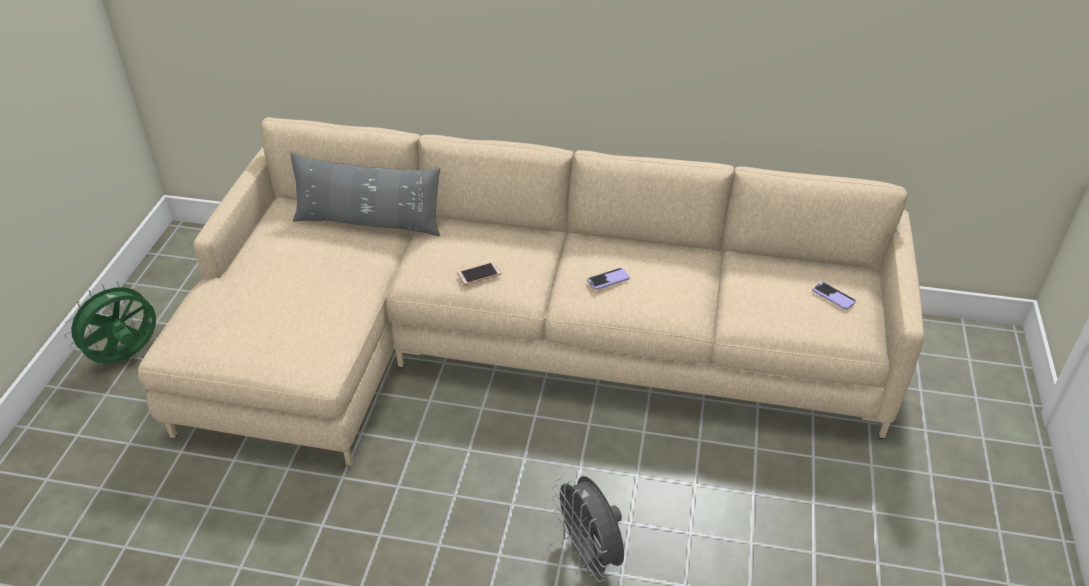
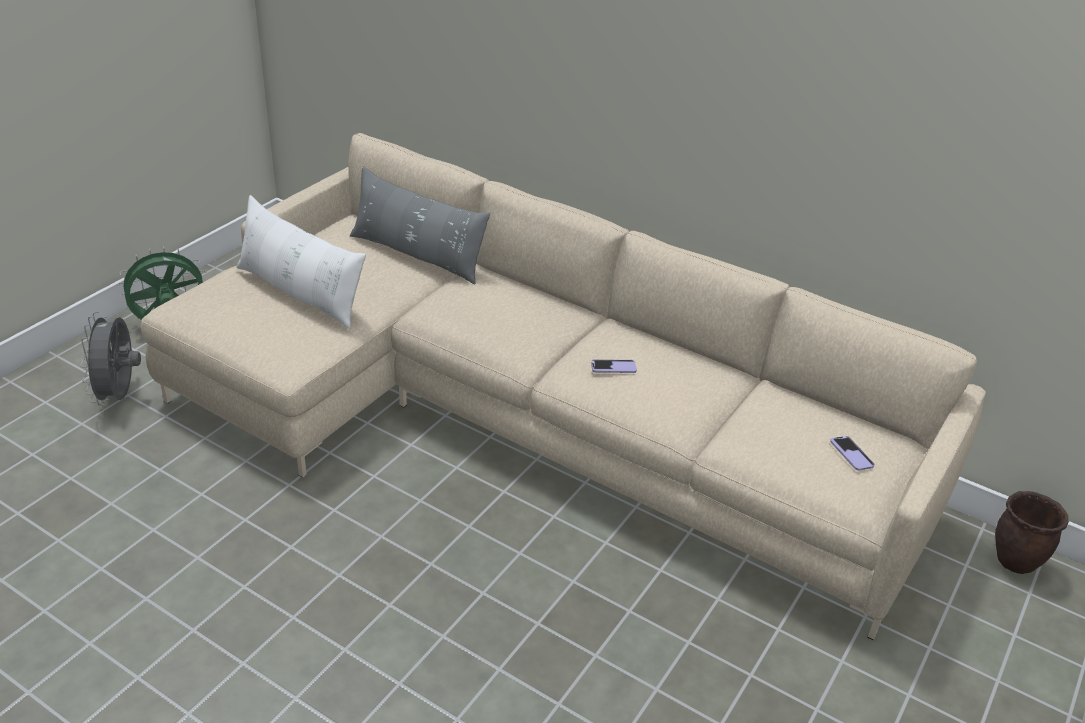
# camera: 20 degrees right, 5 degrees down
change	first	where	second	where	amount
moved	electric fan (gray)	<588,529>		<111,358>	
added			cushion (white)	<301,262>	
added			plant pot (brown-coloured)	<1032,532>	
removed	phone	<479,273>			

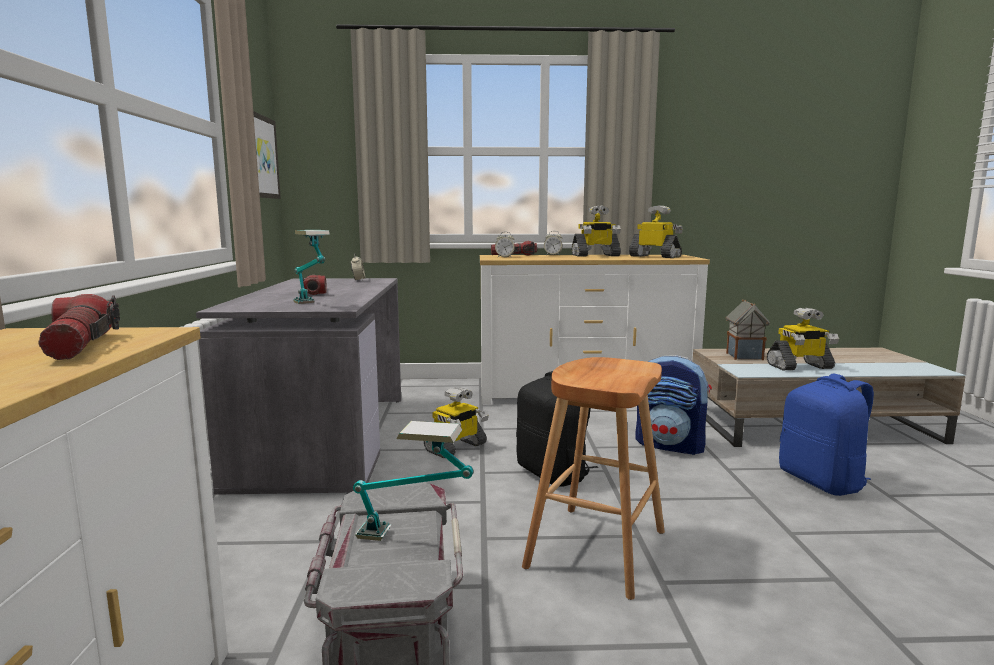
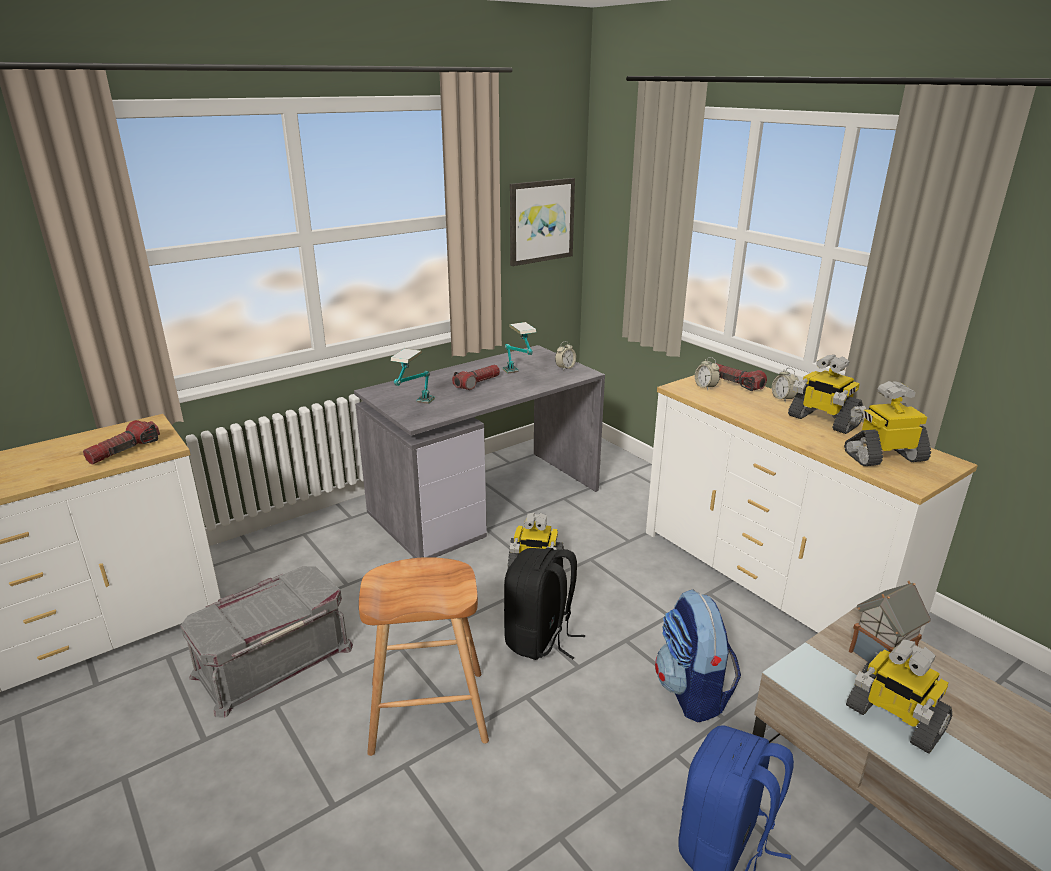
# camera: 55 degrees right, 15 degrees up
change	first	where	second	where	amount
moved	table lamp	<413,481>		<520,348>	
turned	model robot	<656,232>		<887,423>	105 degrees counterclockwise

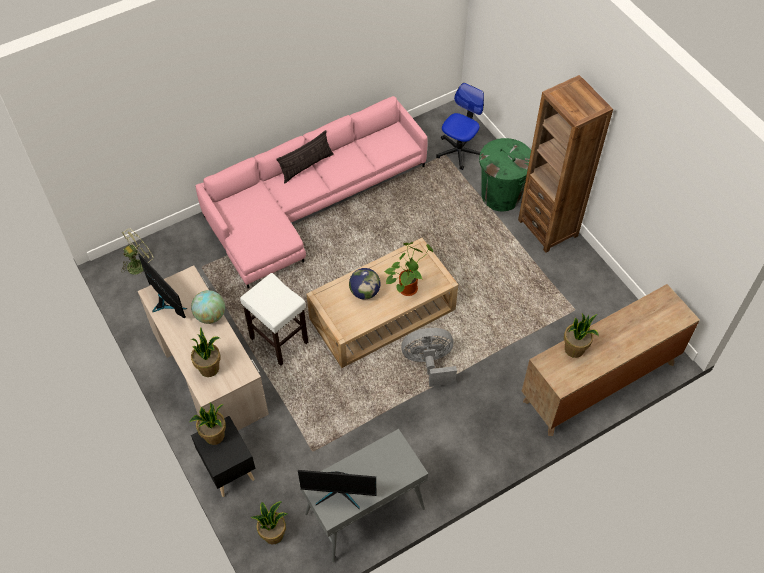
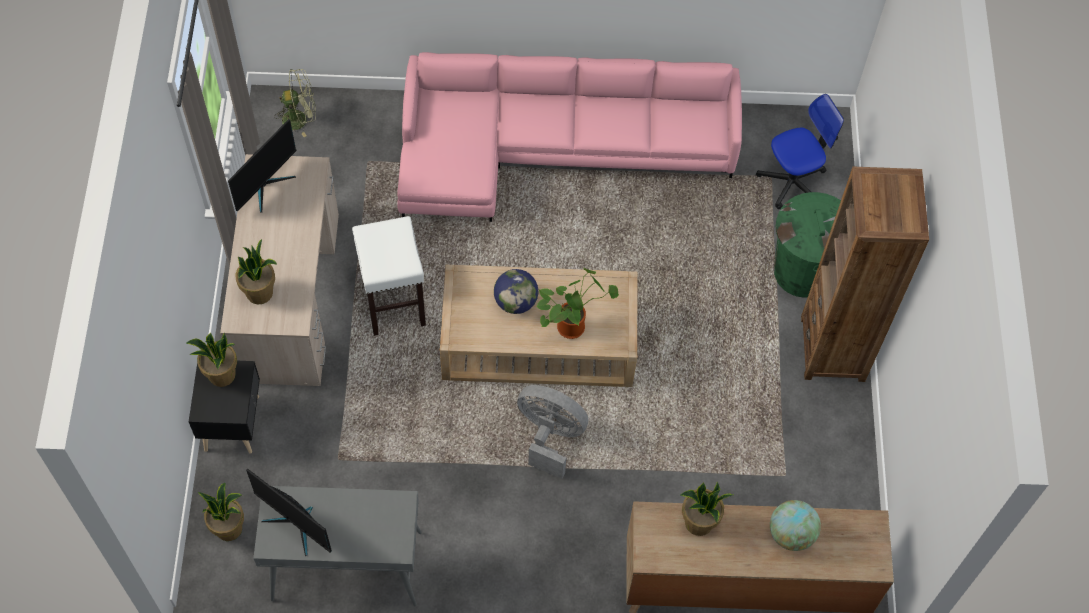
# camera: 30 degrees right, 5 degrees up
change	first	where	second	where	amount
turned	monitor	<162,285>		<262,166>	45 degrees clockwise
moved	desk globe	<208,307>		<795,525>	
removed	cushion	<305,157>			

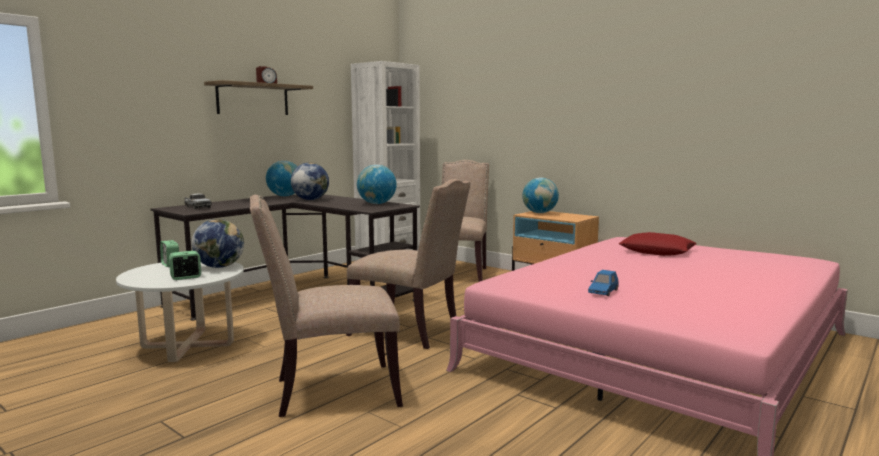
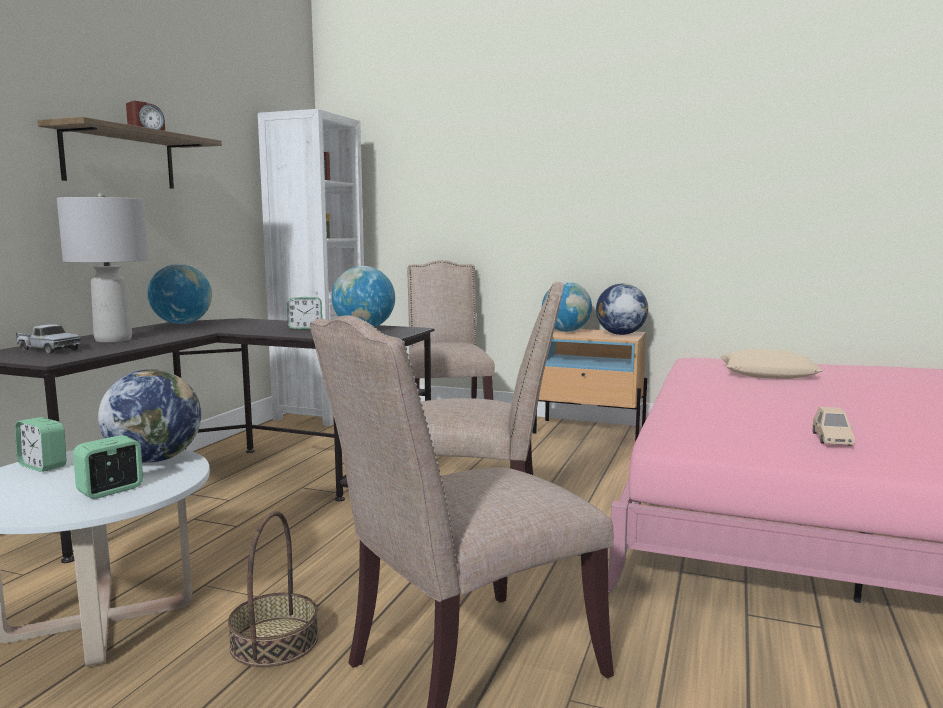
# camera: 20 degrees left, 0 degrees up
change	first	where	second	where	amount
added			table lamp (gray)	<103,267>	
added			household basket	<273,589>	
added			alarm clock	<304,313>	
moved	desk globe	<310,181>		<622,309>	
recoloured	cushion (reddish)	<658,244>	cushion (beige-coloured)	<772,364>	
recoloured	toy car (blue-coloured)	<603,283>	toy car (beige-coloured)	<833,426>	

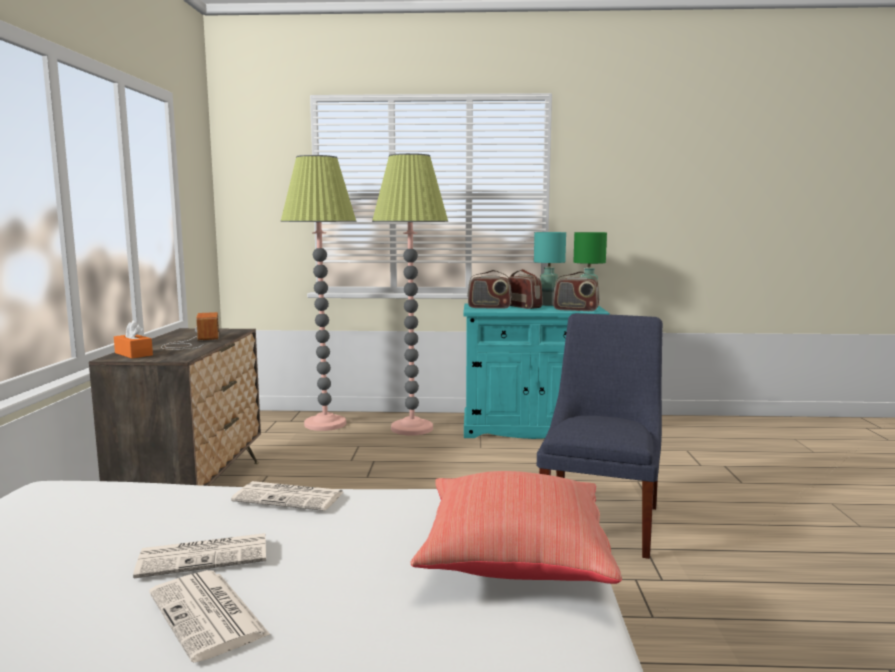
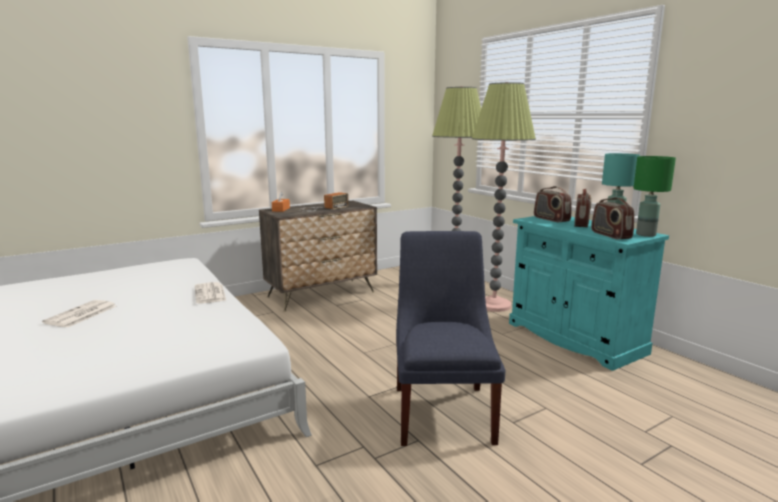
# camera: 55 degrees right, 5 degrees up
change	first	where	second	where	amount
turned	chair (blue-coloured)	<600,436>		<450,338>	75 degrees counterclockwise
removed	daily paper	<199,555>			
removed	cushion (reddish)	<516,527>			

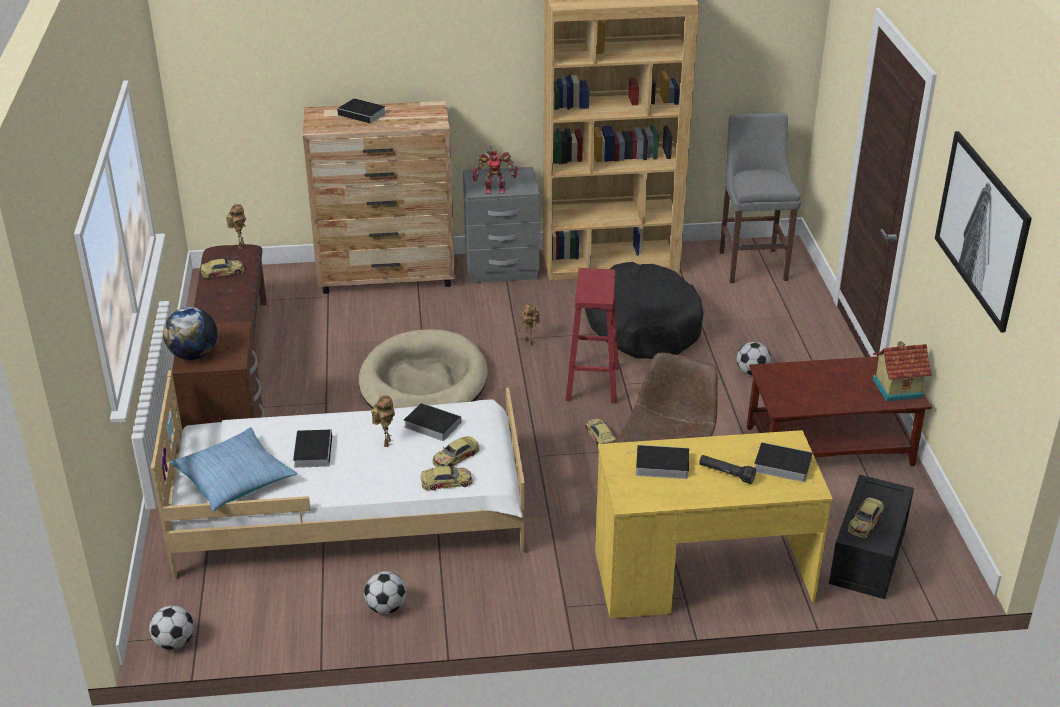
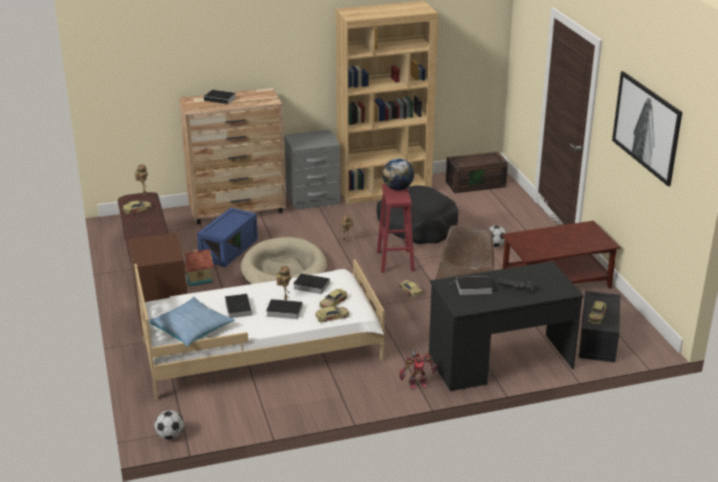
# camera: 10 degrees left, 5 degrees down
change	first	where	second	where	amount
moved	model house	<902,371>		<198,267>	
added			storage container (blue-coloured)	<227,237>	
moved	bound book	<782,462>		<284,309>	
moved	desk globe	<190,333>		<398,174>	
moved	model robot	<495,170>		<418,368>	
recoloured	desk unit (yellowish)	<714,524>	desk unit (black-coloured)	<506,326>	
replaced	stool (gray)	<760,198>	storage container (brown-coloured)	<477,172>	
removed	ball for football	<385,592>			

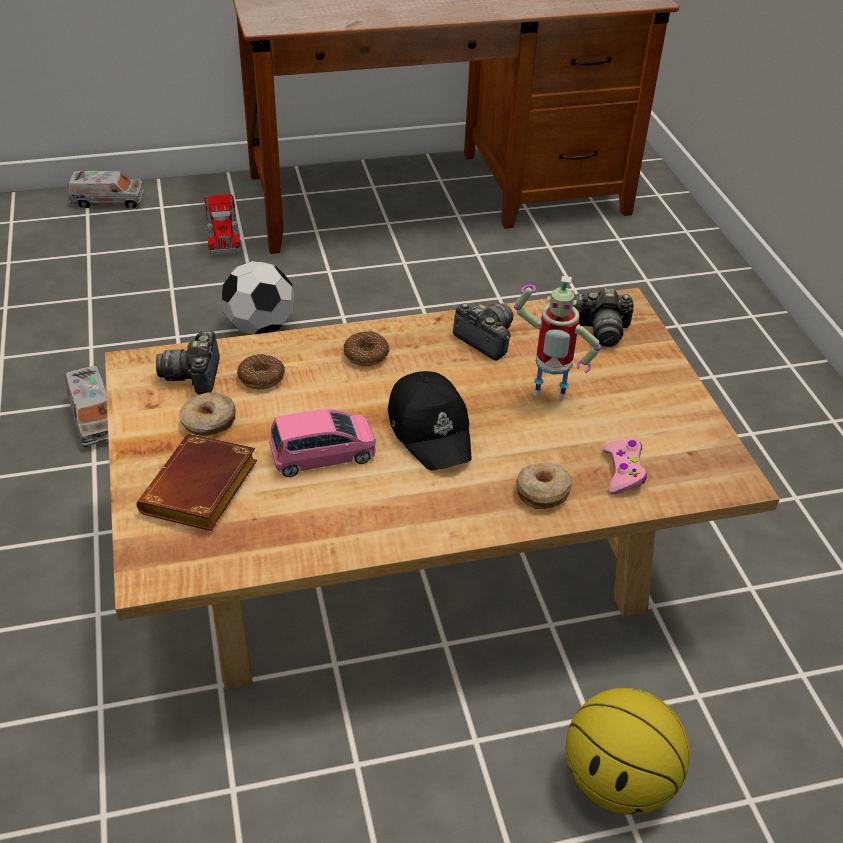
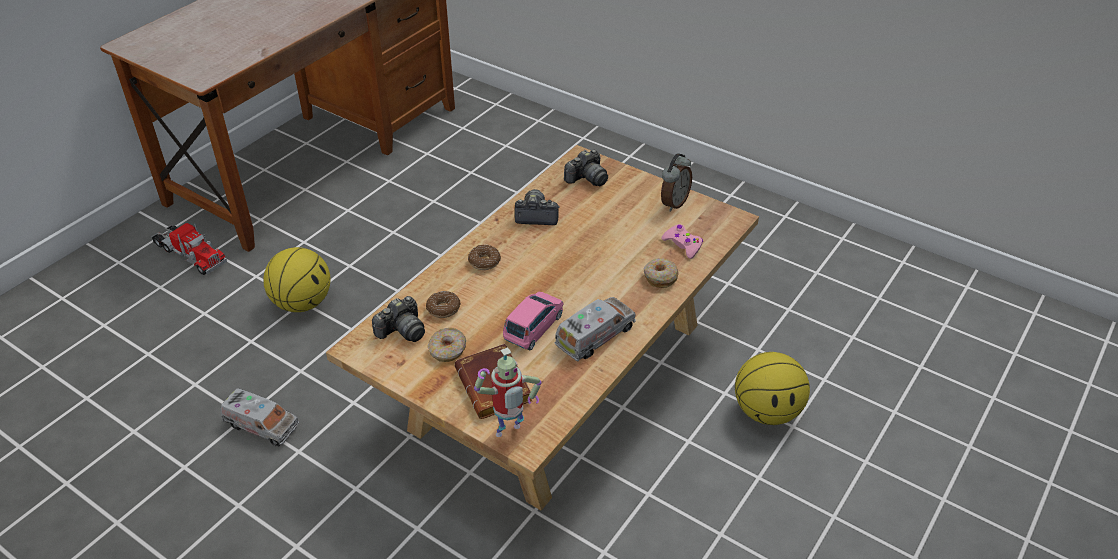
# camera: 40 degrees left, 0 degrees up
change	first	where	second	where	amount
replaced	ball for football	<258,297>	basketball ball	<297,279>	
turned	photo camera	<188,362>		<398,319>	90 degrees counterclockwise
moved	model robot	<557,338>		<508,392>	
moved	toy lorry	<105,190>		<595,329>	
added			alarm clock	<676,182>	
removed	baseball cap (black-coloured)	<430,420>			

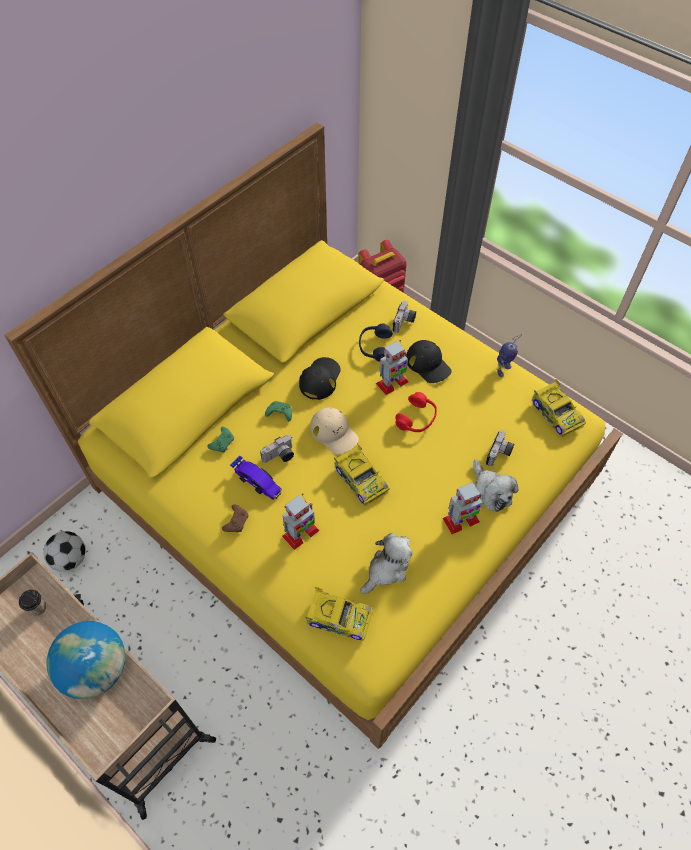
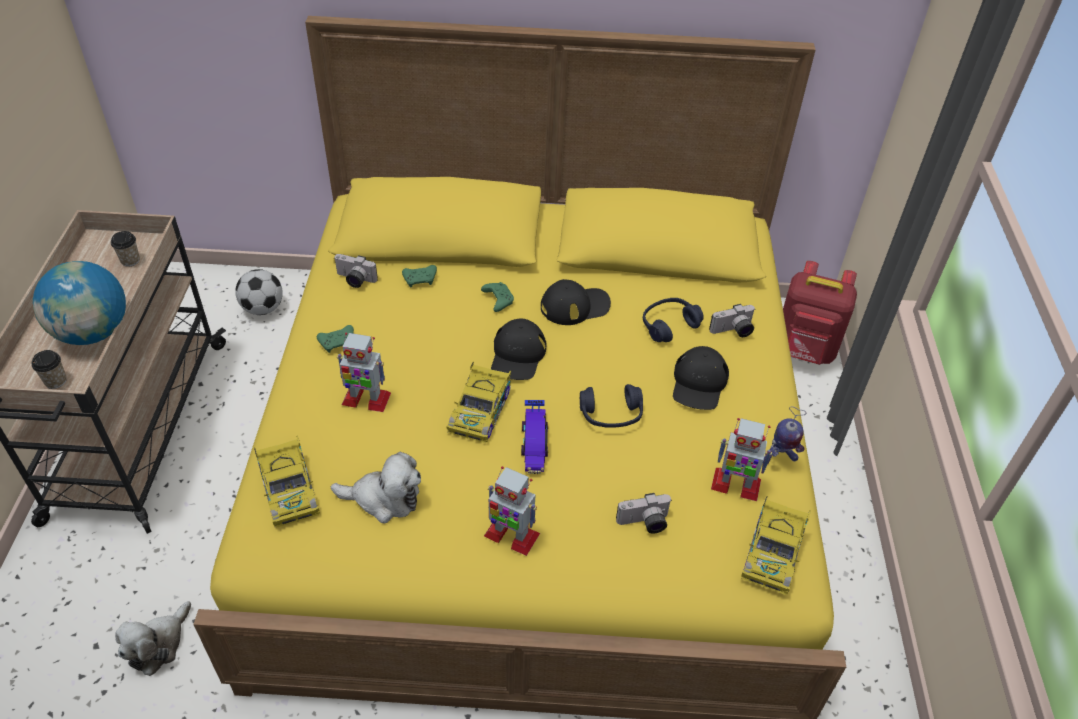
# camera: 50 degrees right, 10 degrees down
change	first	where	second	where	amount
added			small cup	<49,369>	
moved	cuddly toy	<495,485>		<153,638>	
recoloured	joypad (brown-coloured)	<235,518>	joypad (greenish)	<335,339>	
moved	photo camera	<277,449>		<356,271>	
recoloured	baseball cap (beige-coloured)	<334,431>	baseball cap (black-coloured)	<519,349>	
moved	toy car	<256,477>		<534,437>	
recoloured	headphones (reddish)	<416,412>	headphones (blue-coloured)	<611,406>	
moved	model robot	<392,367>		<741,459>	

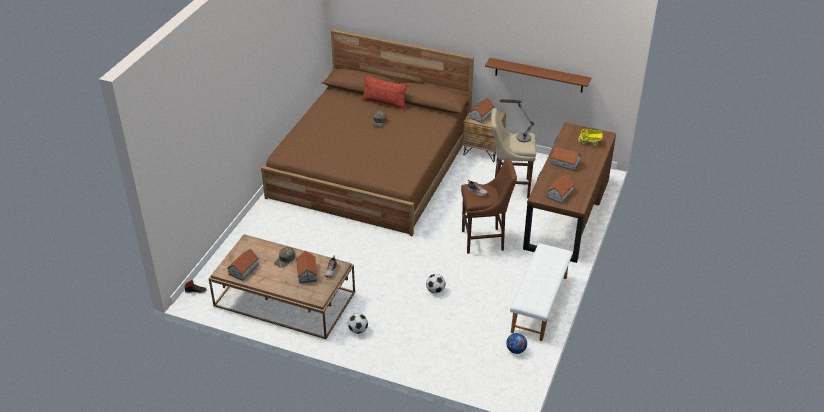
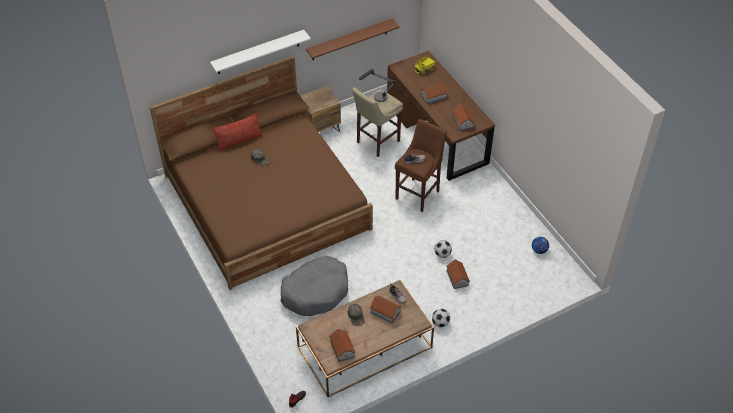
# camera: 50 degrees left, 10 degrees up
change	first	where	second	where	amount
added			bracket shelf (white)	<260,52>	
added			pet bed (gray)	<314,286>	
moved	model house	<482,110>		<458,274>	
removed	bench (white)	<541,292>			

